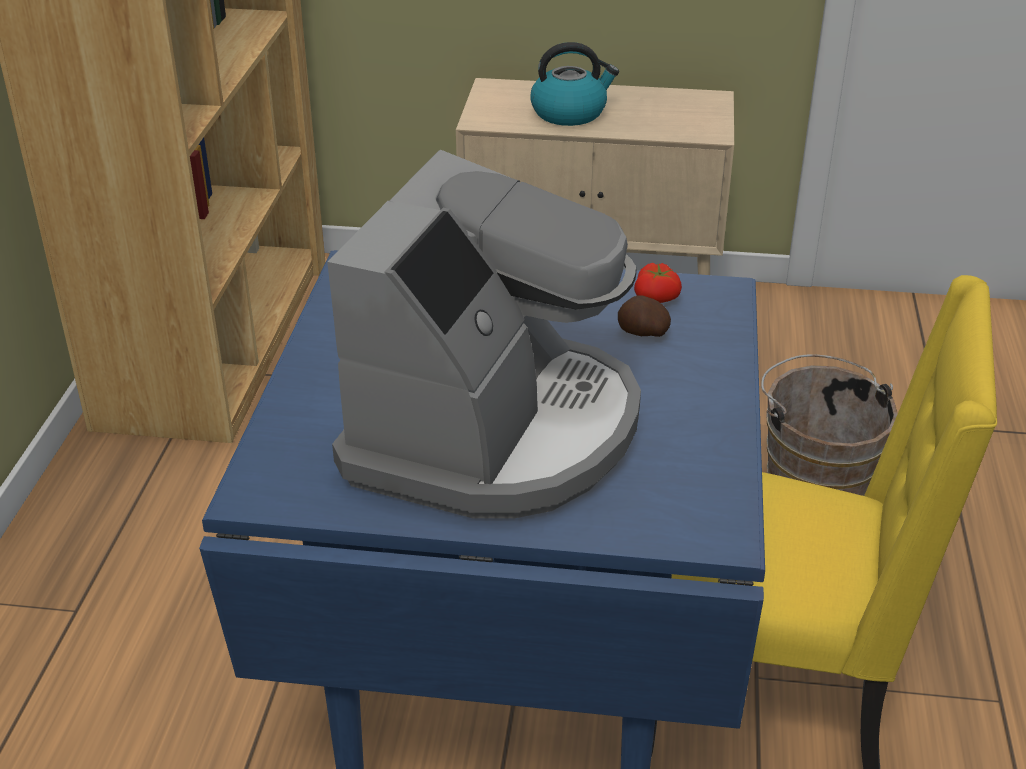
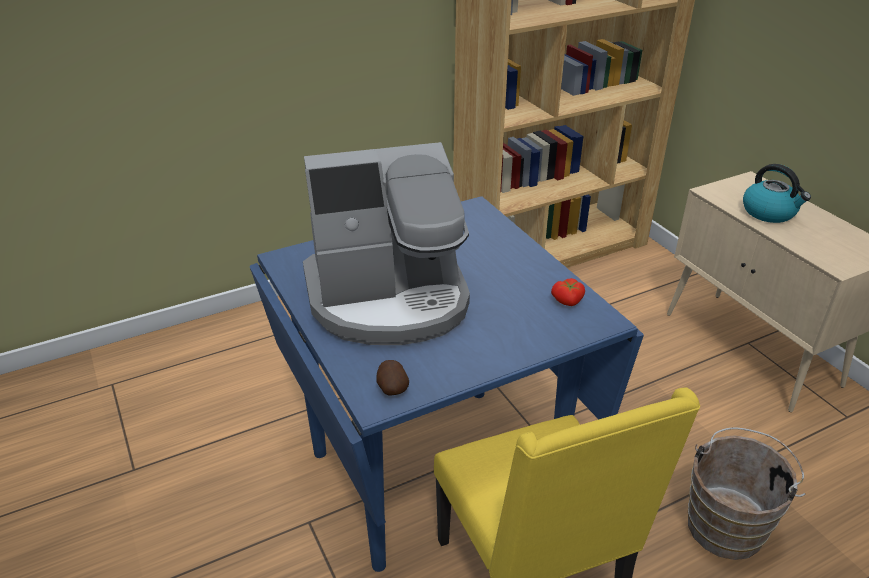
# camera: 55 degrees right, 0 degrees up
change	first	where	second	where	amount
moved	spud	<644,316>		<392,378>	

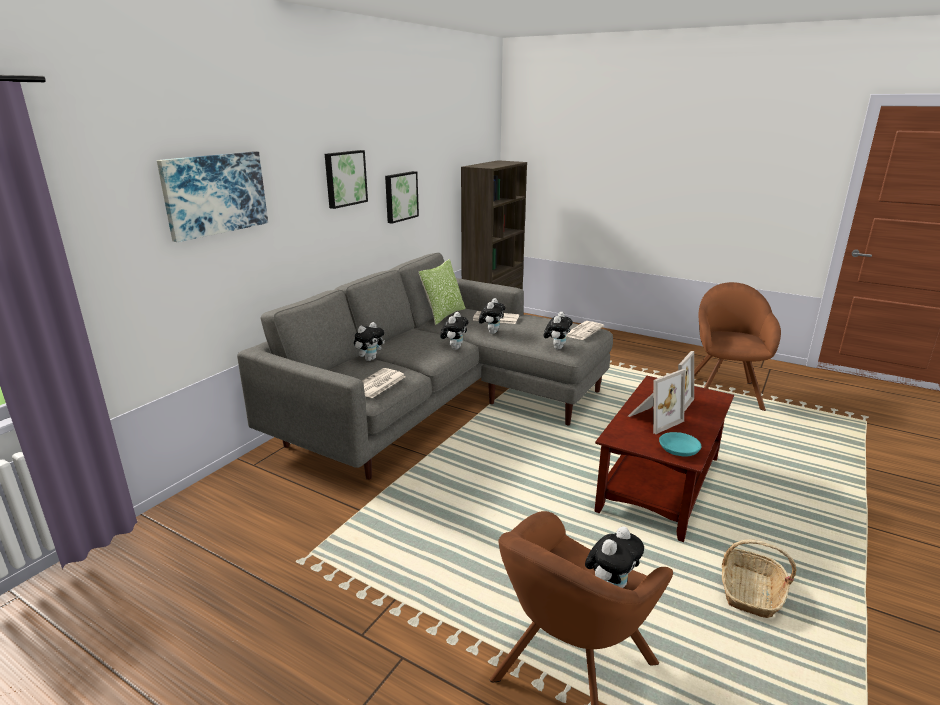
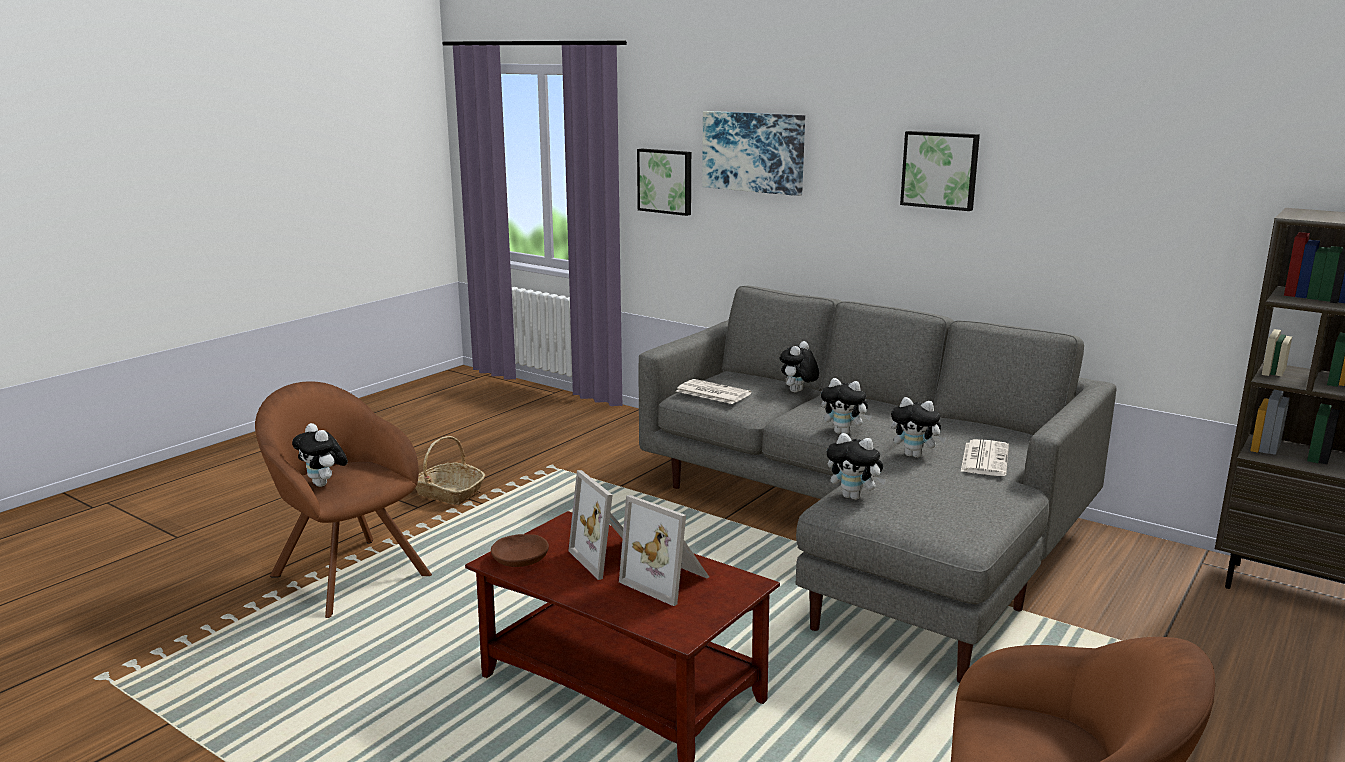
# camera: 95 degrees right, 5 degrees down
change	first	where	second	where	amount
moved	household basket	<759,579>		<450,470>	
recoloured	bowl (turquoise-coloured)	<680,444>	bowl (brown-coloured)	<520,550>	
moved	wall art	<402,197>		<664,182>	
turned	cuddly toy	<369,341>		<799,366>	75 degrees clockwise
removed	cushion	<442,292>			
removed	daily paper	<585,330>			

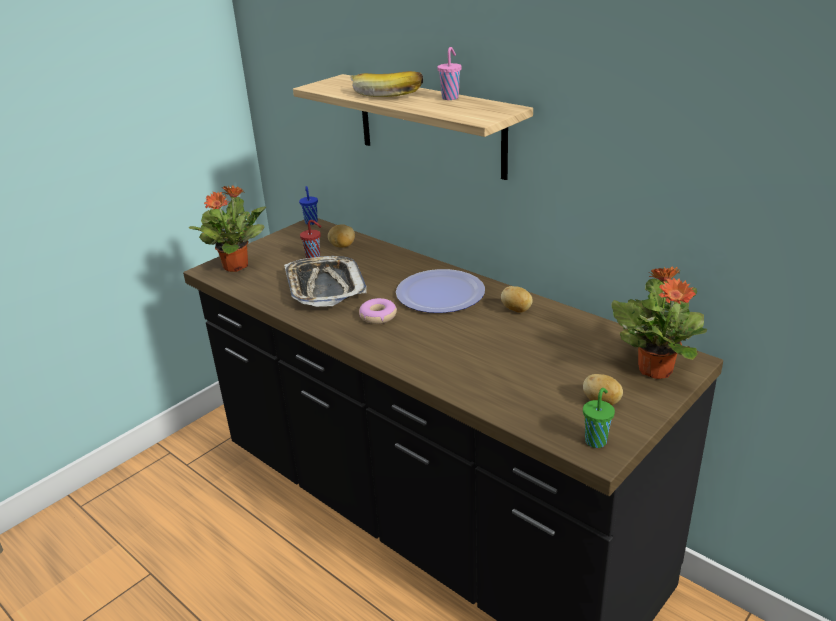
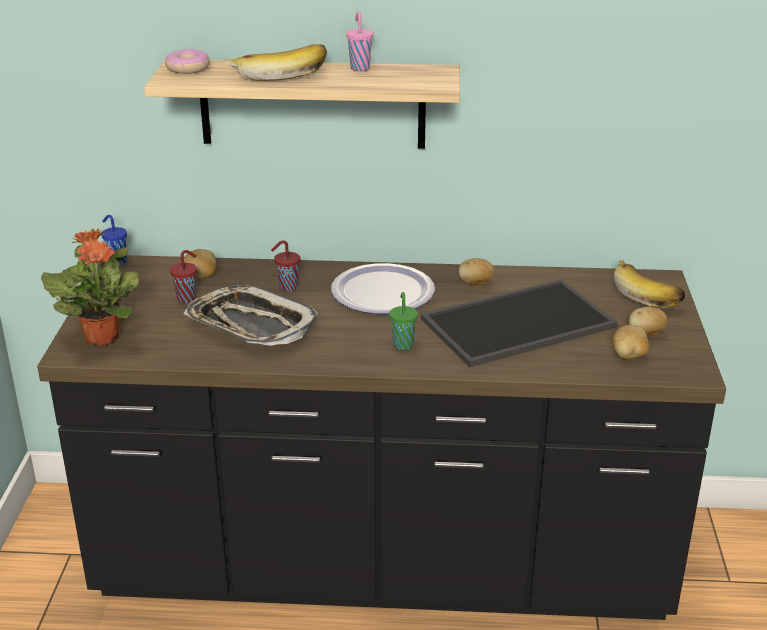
# camera: 40 degrees left, 0 degrees up
change	first	where	second	where	amount
moved	donut	<378,311>		<187,61>	
added			small cup (reddish)	<285,266>	
moved	small cup (greenish)	<599,418>		<403,321>	
added			tray	<519,323>	
added			spud	<630,342>	
replaced	houseplant	<659,323>	banana	<649,283>	

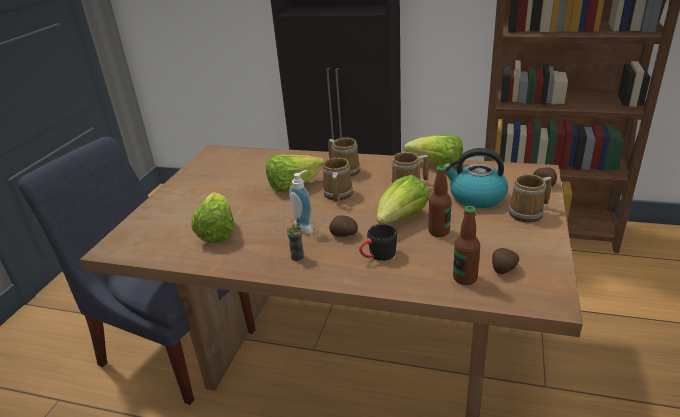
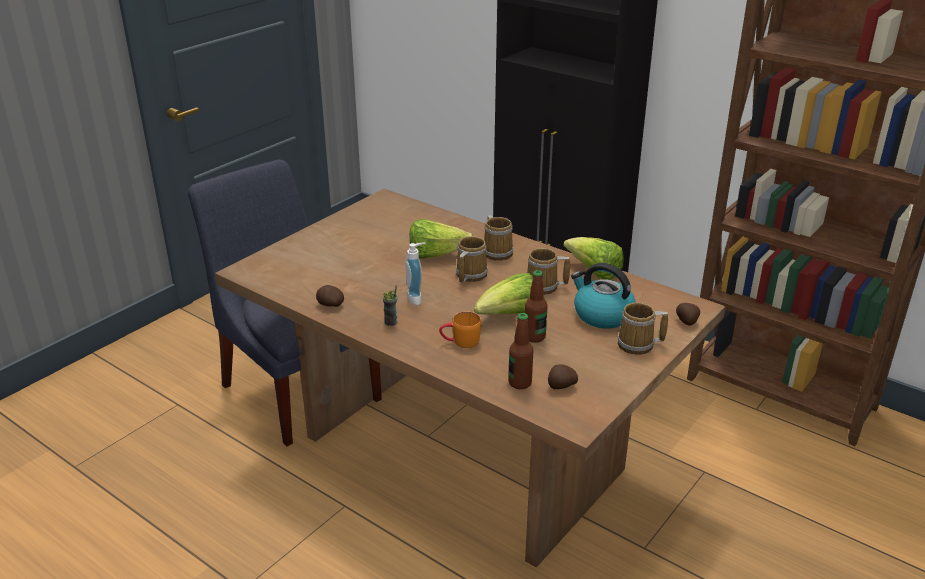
# camera: 20 degrees right, 0 degrees up
change	first	where	second	where	amount
moved	spud	<343,226>		<330,296>	
recoloured	tea mug (black-coloured)	<378,242>	tea mug (orangey)	<460,329>	
removed	head of lettuce	<213,217>			

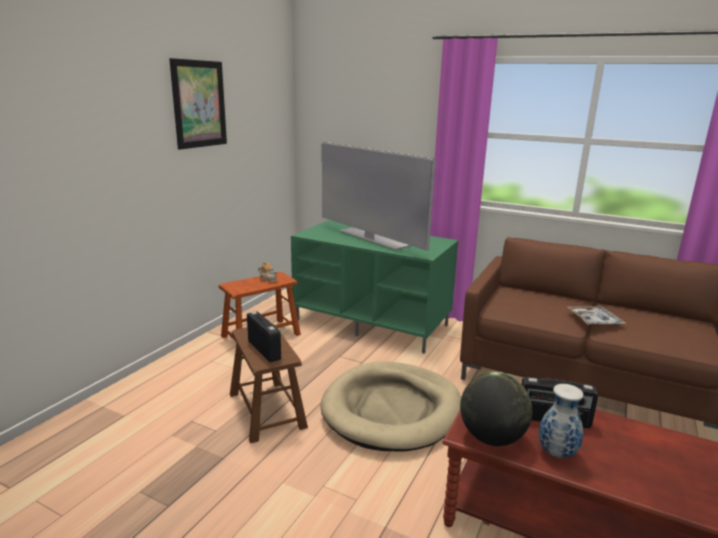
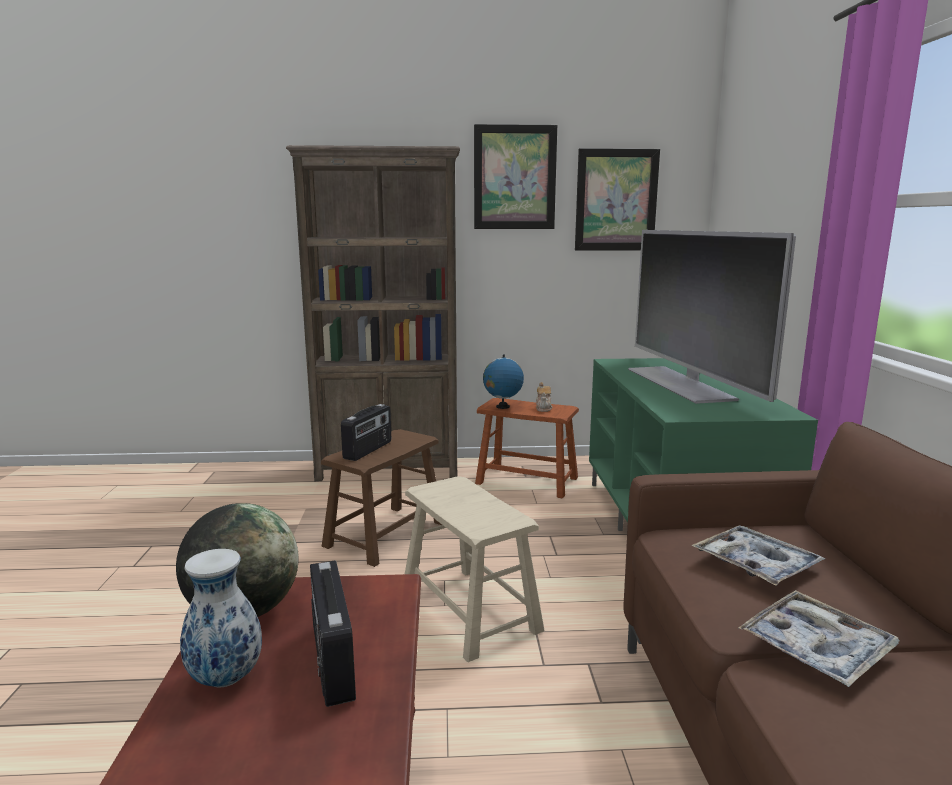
# camera: 60 degrees right, 5 degrees down
change	first	where	second	where	amount
added			bookcase (brown-coloured)	<373,313>	
replaced	pet bed (beige-coloured)	<390,406>	stool (beige-coloured)	<475,569>	
added			desk globe	<503,381>	
added			wall art	<617,199>	
turned	TV	<379,196>		<712,317>	150 degrees clockwise
added			tray	<758,555>	

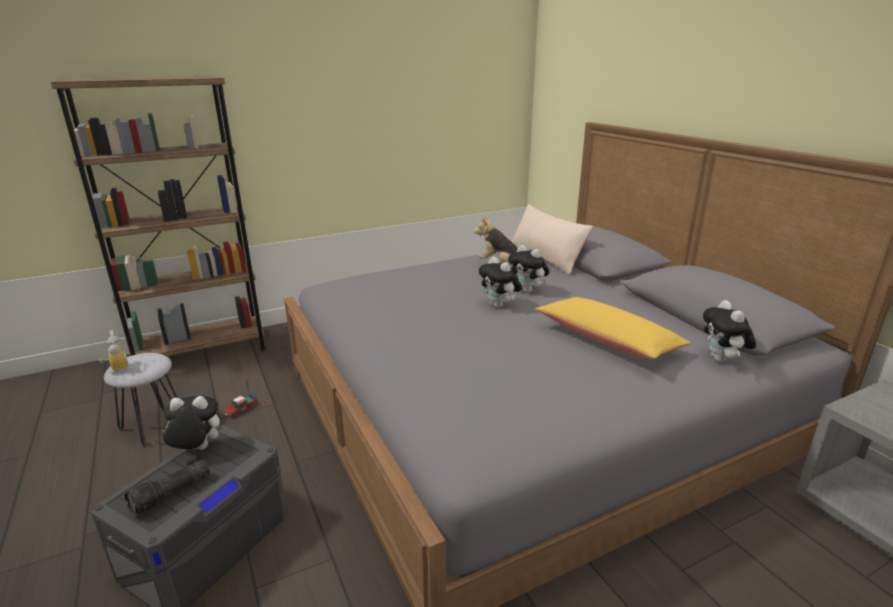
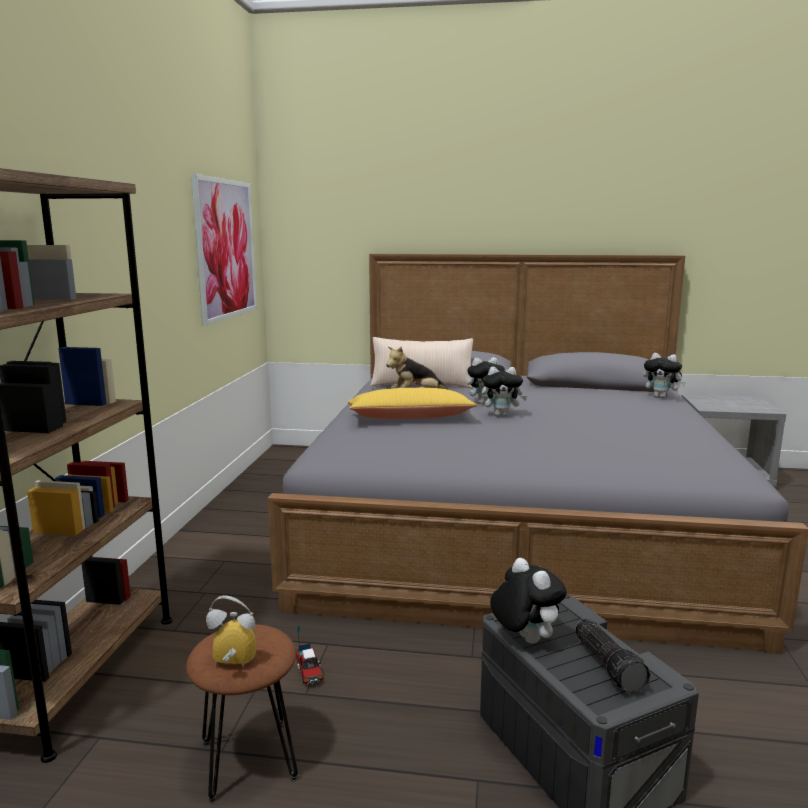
# camera: 55 degrees left, 10 degrees down
change	first	where	second	where	amount
recoloured	stool (gray)	<141,400>	stool (brown-coloured)	<242,713>	
added			wall art	<224,250>	
moved	cushion (yellowish)	<613,328>		<412,403>	
turned	cuddly toy	<191,423>		<528,601>	120 degrees clockwise

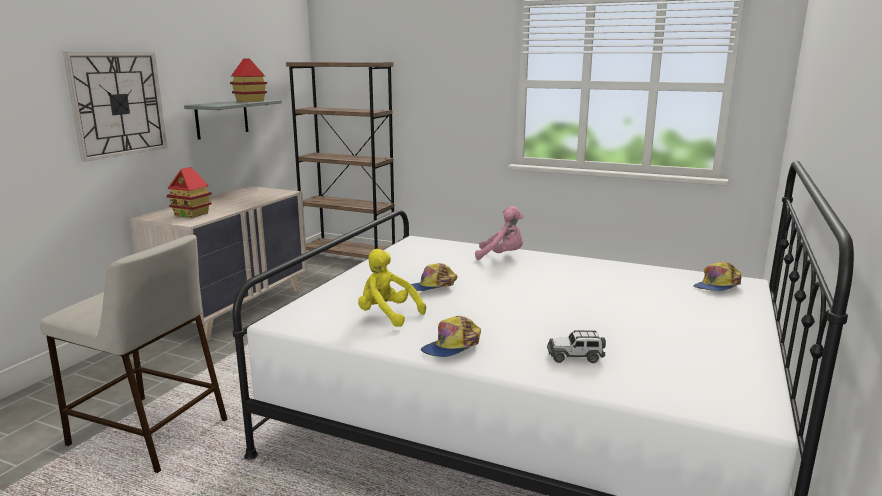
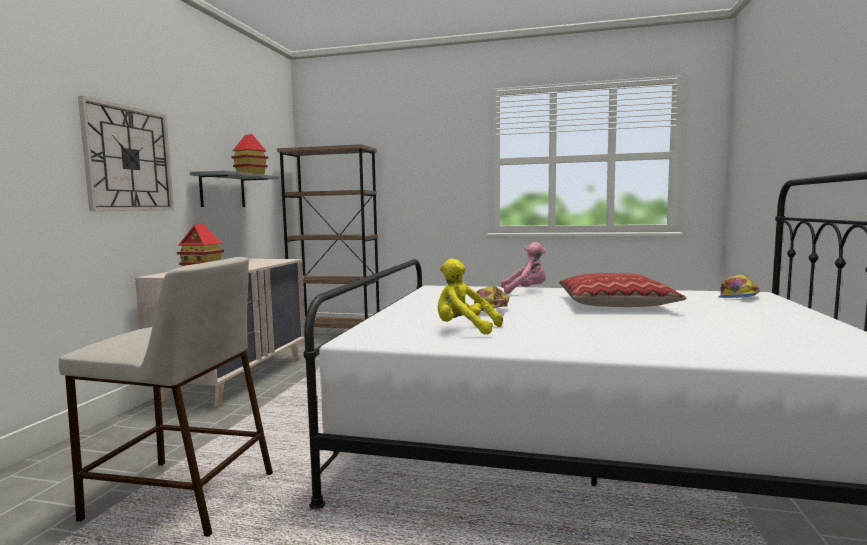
# camera: 10 degrees left, 10 degrees down
change	first	where	second	where	amount
added			cushion	<622,290>	
removed	baseball cap	<451,336>			
removed	toy car	<576,346>			

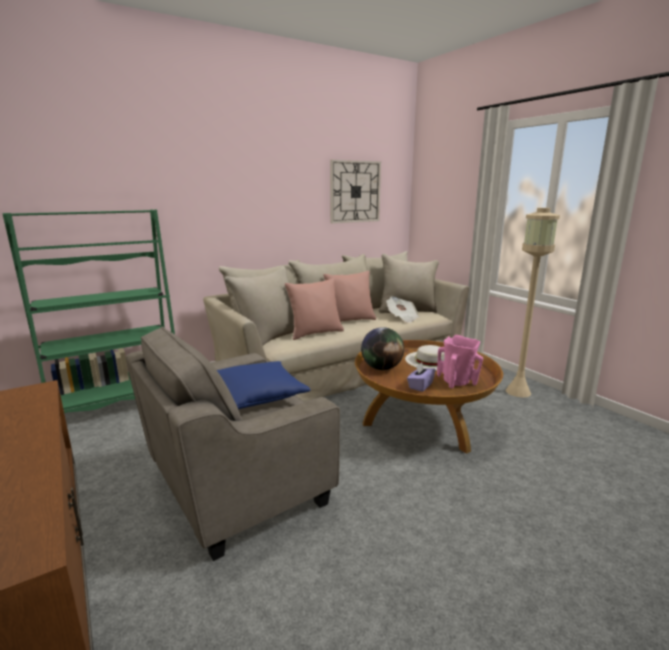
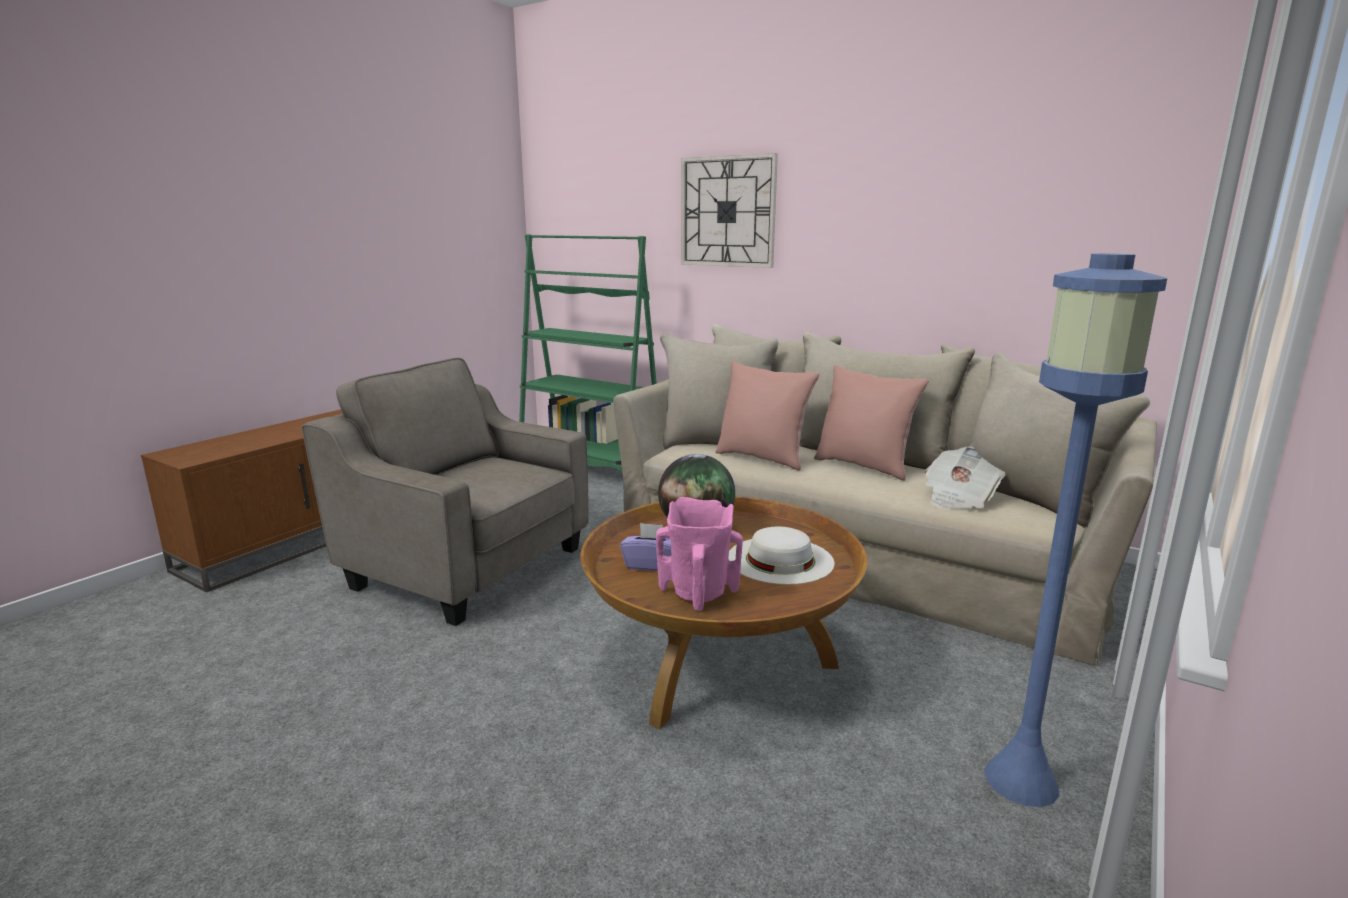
# camera: 65 degrees right, 0 degrees up
change	first	where	second	where	amount
moved	clock on the wall	<355,191>		<729,210>	
recoloured	standard lamp (beige-coloured)	<533,303>	standard lamp (blue-coloured)	<1075,530>	
removed	cushion (blue-coloured)	<264,385>			

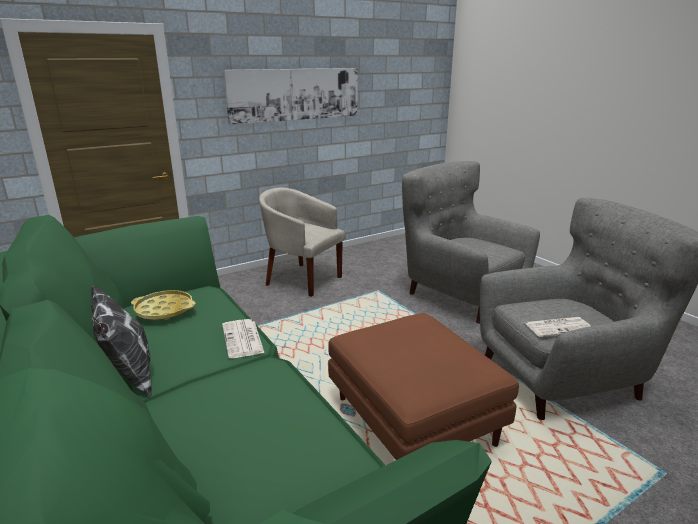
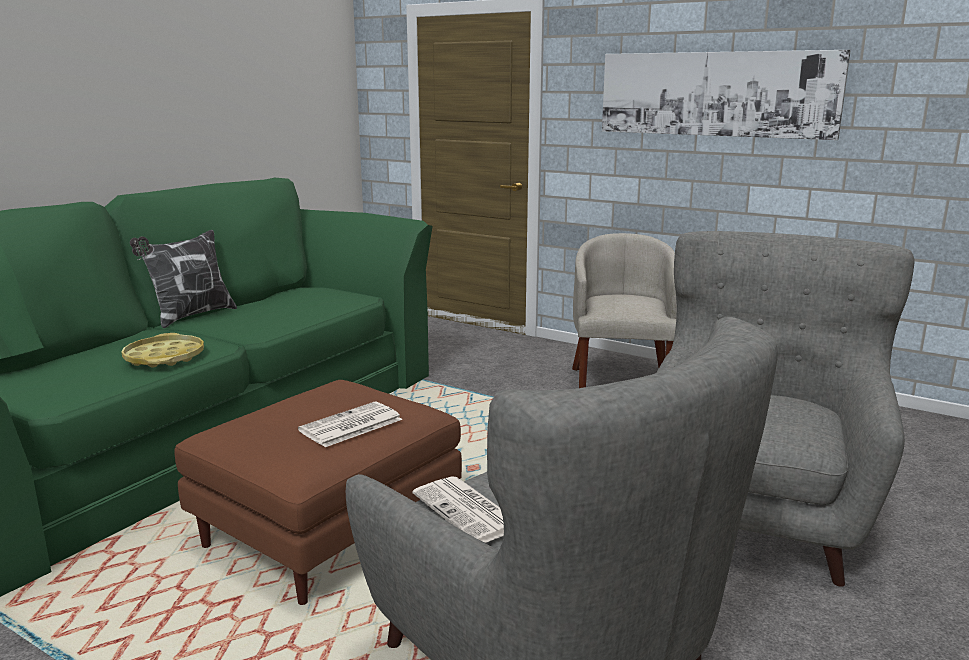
# camera: 65 degrees right, 5 degrees down
change	first	where	second	where	amount
moved	tray (yellowish)	<163,305>		<162,350>	
moved	daily paper	<243,338>		<350,424>	

